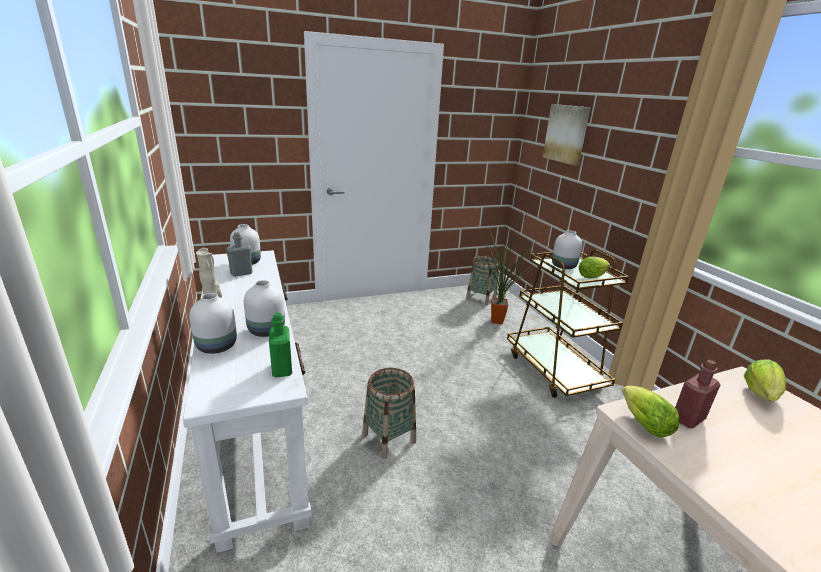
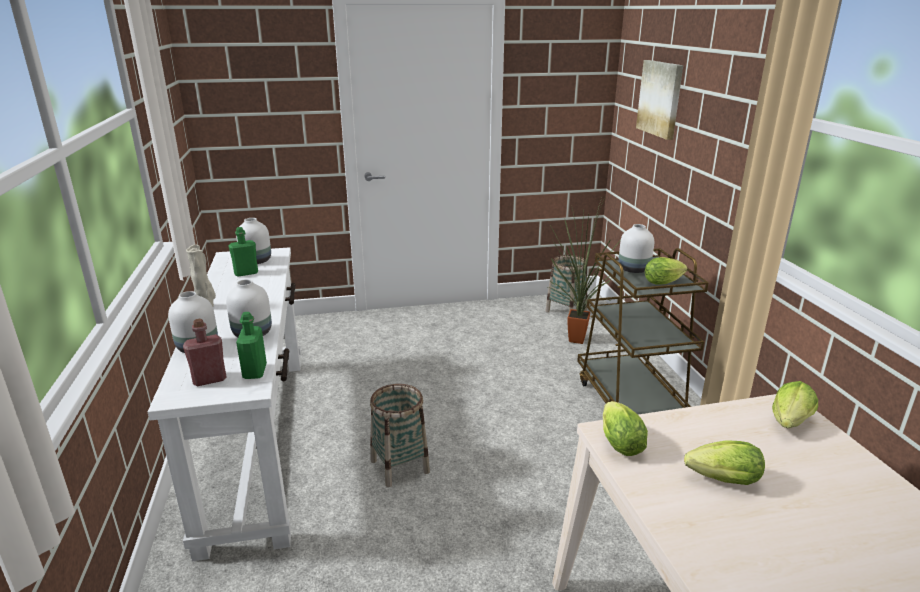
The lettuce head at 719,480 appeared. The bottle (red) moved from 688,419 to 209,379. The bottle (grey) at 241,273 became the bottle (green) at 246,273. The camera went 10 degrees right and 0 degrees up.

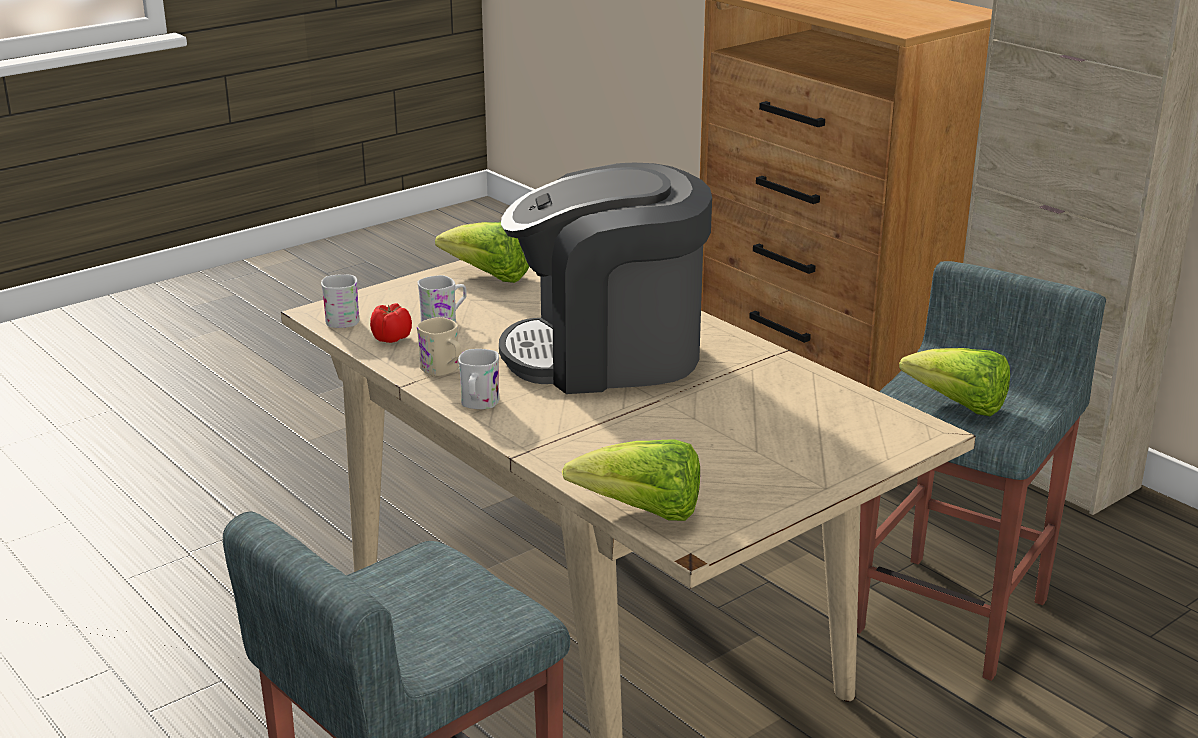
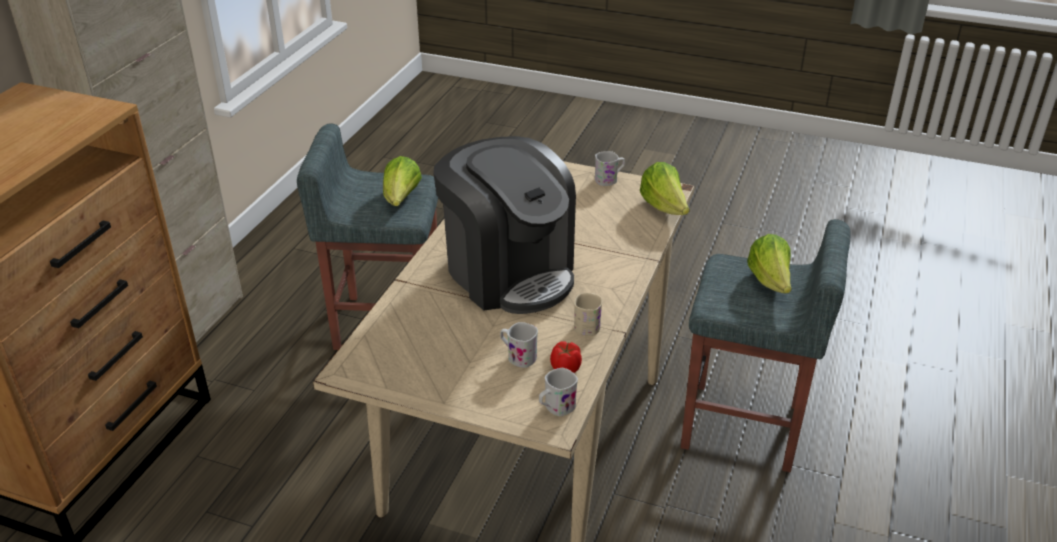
The lettuce head moved from 490,277 to 770,282. The tea mug (white-coloured) moved from 478,404 to 609,179. The camera went 120 degrees left and 10 degrees up.

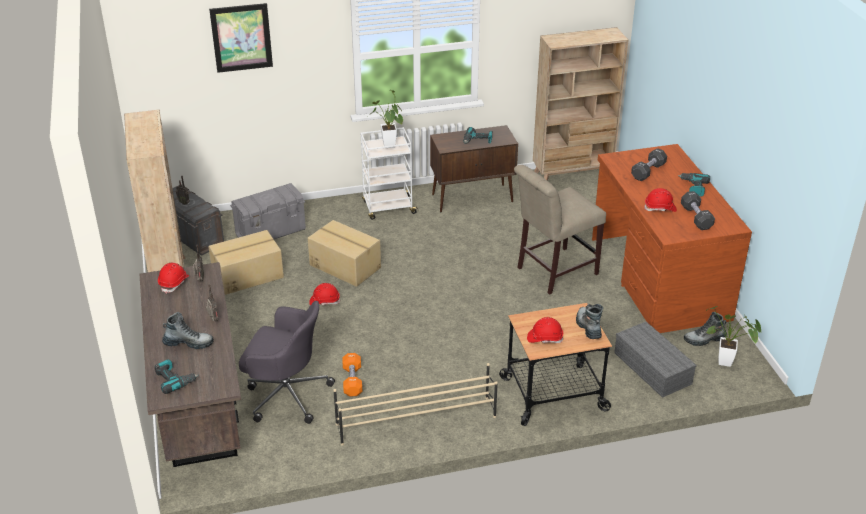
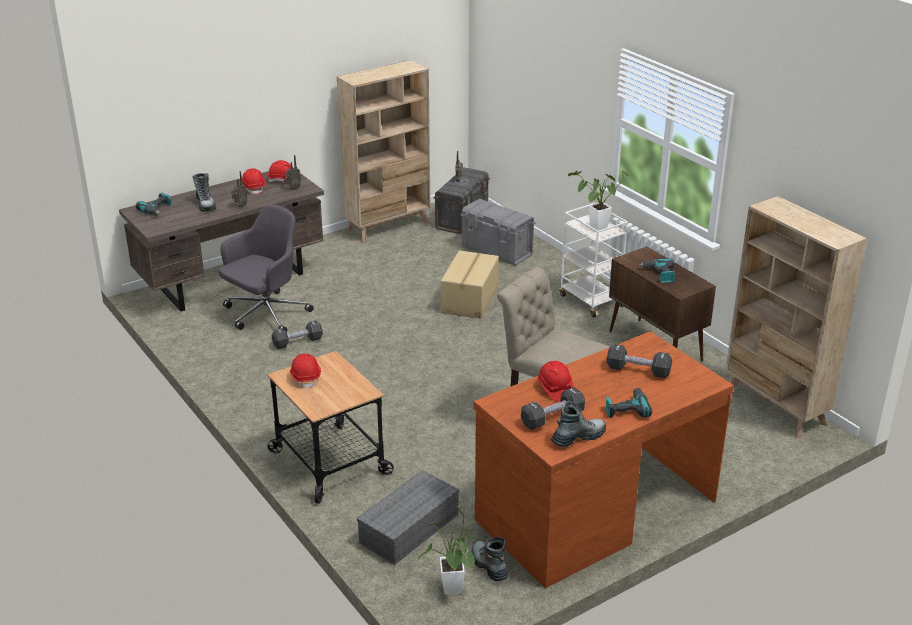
The packing box at 247,275 disappeared. The wall art at 241,37 disappeared. The shoe shelf (sand-coloured) at 415,420 disappeared. The work helmet (red) moved from 324,301 to 253,188. The tall boot moved from 588,327 to 578,437. The free weight (orange-coloured) at 352,381 became the free weight (black) at 297,342. The desk chair (grey) at 286,394 turned 135 degrees counterclockwise. The camera went 70 degrees right and 5 degrees down.

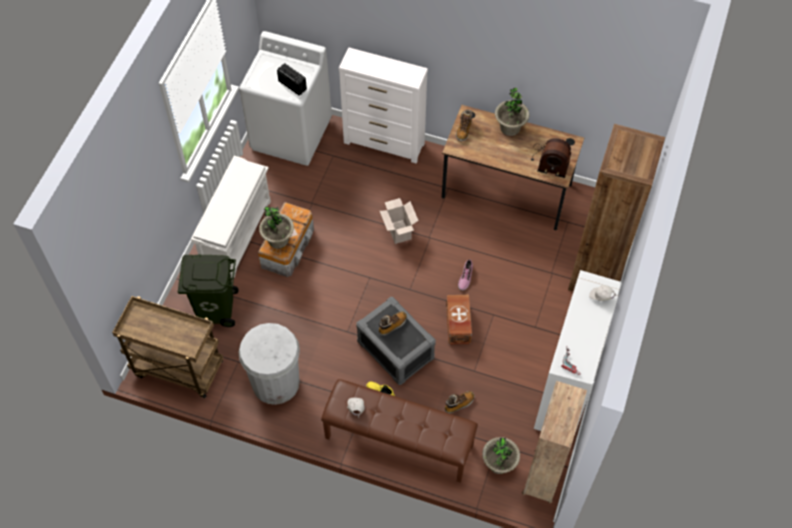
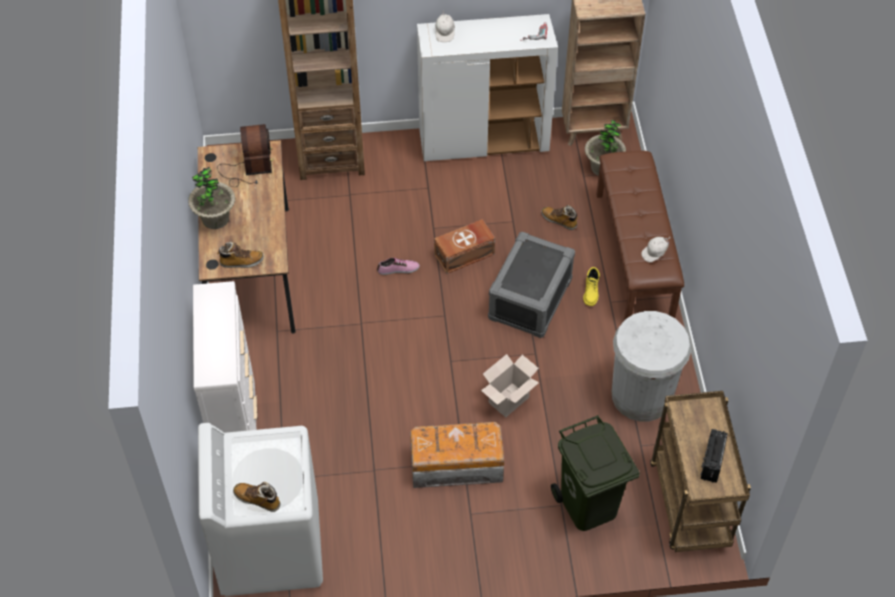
The shoe shelf (white-coloured) at 237,233 disappeared. The potted plant at 278,240 disappeared. The radio set moved from 292,85 to 711,463. The tall boot moved from 392,325 to 258,499. The packing box moved from 398,231 to 508,401. The camera went 115 degrees left and 5 degrees down.

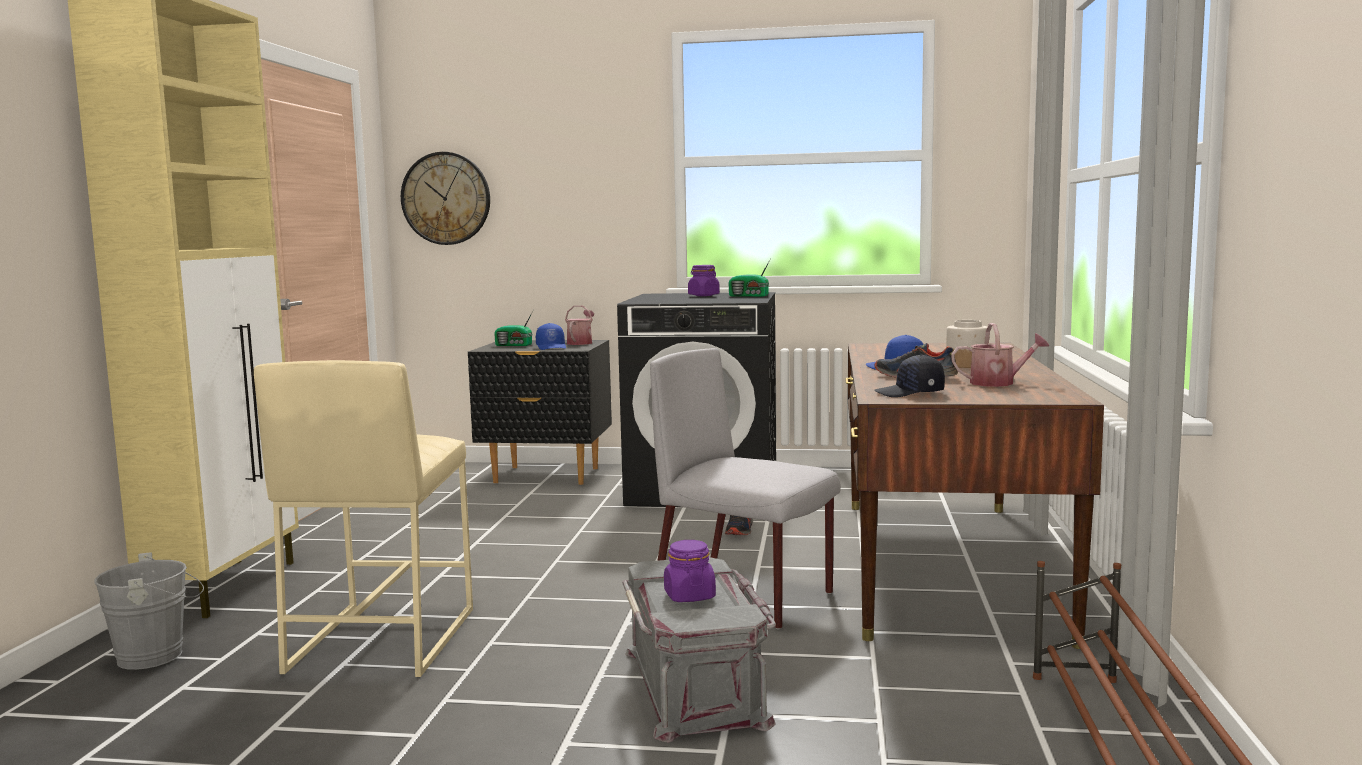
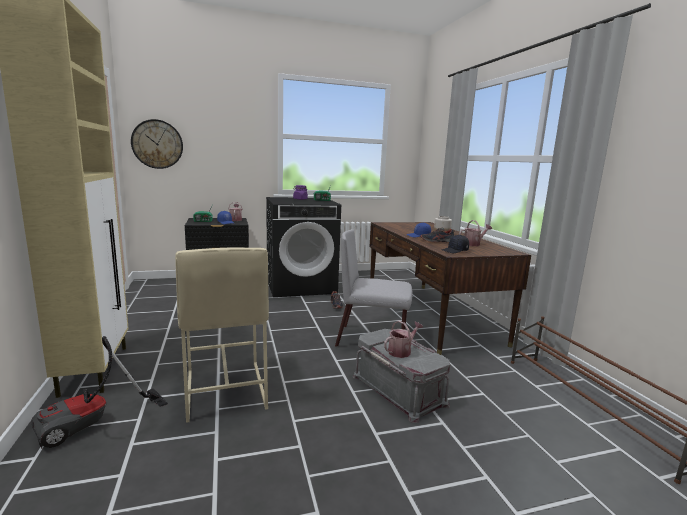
The water bucket (grey) at 158,655 was replaced by the vacuum at 93,424. The preserve jar (purplish) at 689,596 was replaced by the watering can at 401,351. The camera went 25 degrees left and 5 degrees up.

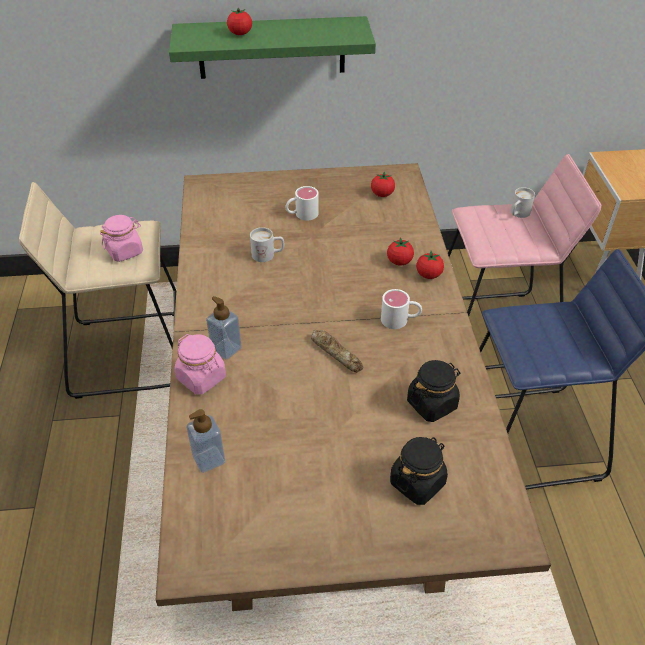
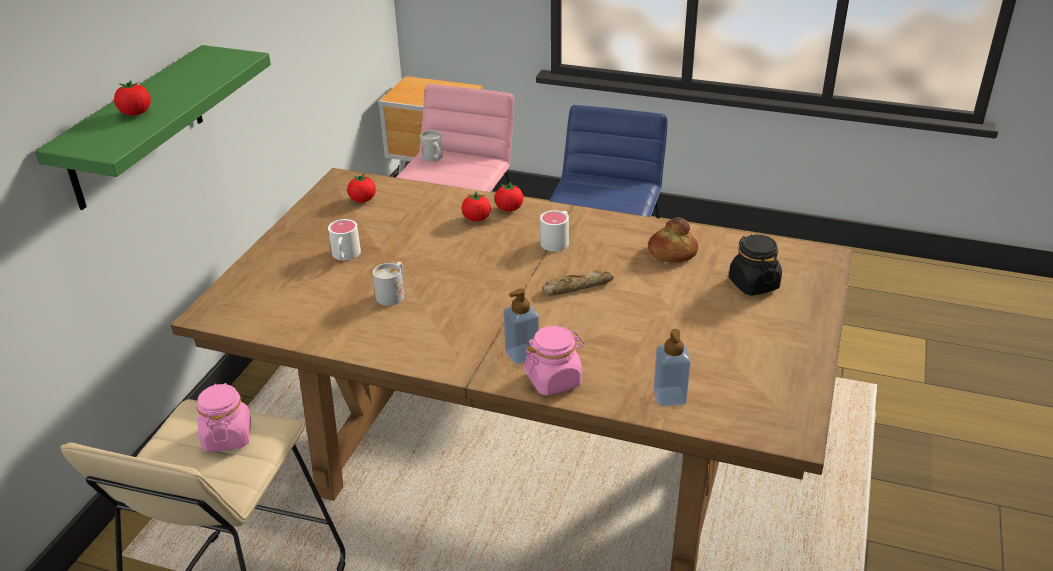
The preserve jar (black) at 432,404 was replaced by the bakery bread at 672,253. The camera went 65 degrees left and 10 degrees down.

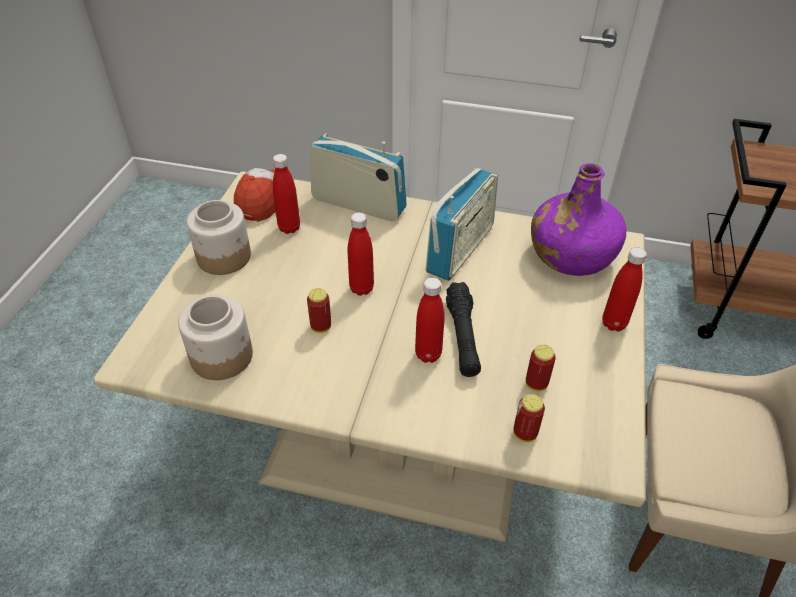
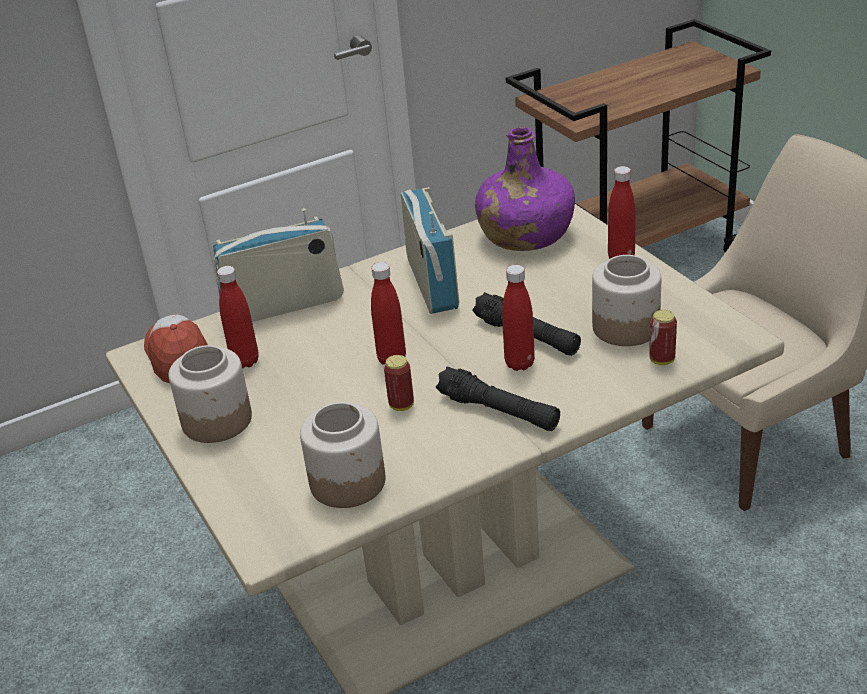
The flashlight (black) at 498,411 appeared. The metal can at 536,384 was replaced by the preserve jar at 625,328. The camera went 40 degrees left and 10 degrees down.

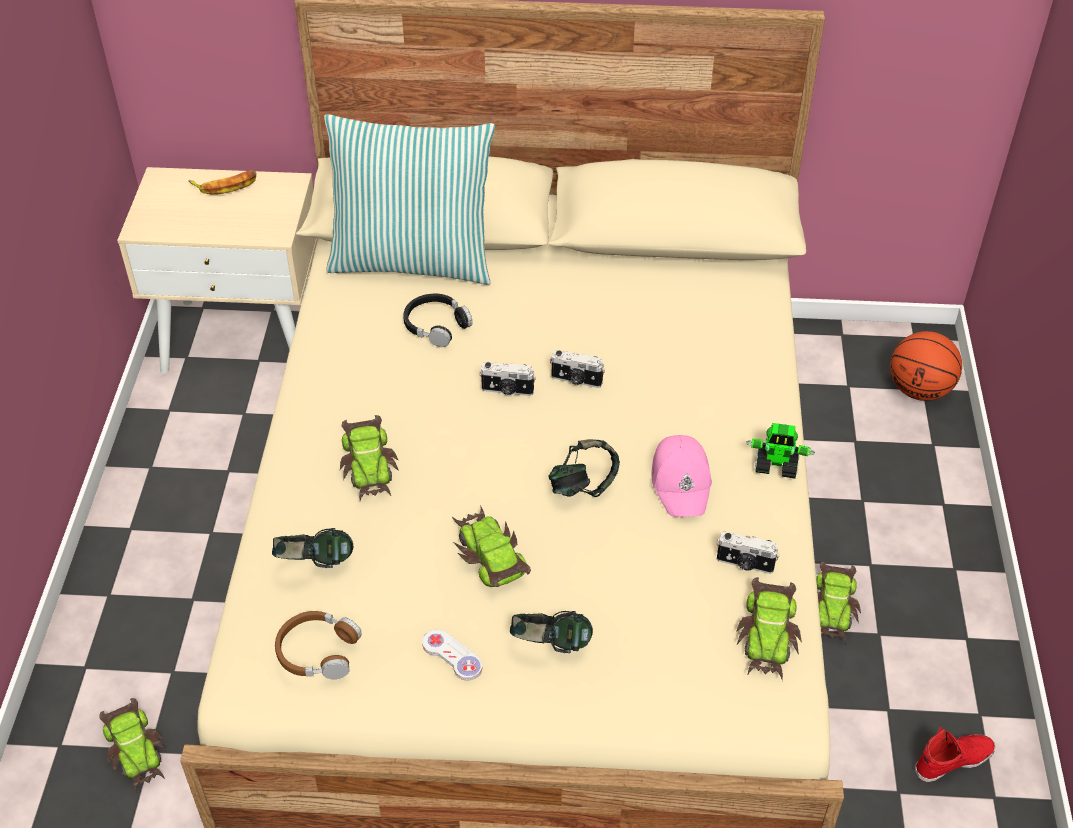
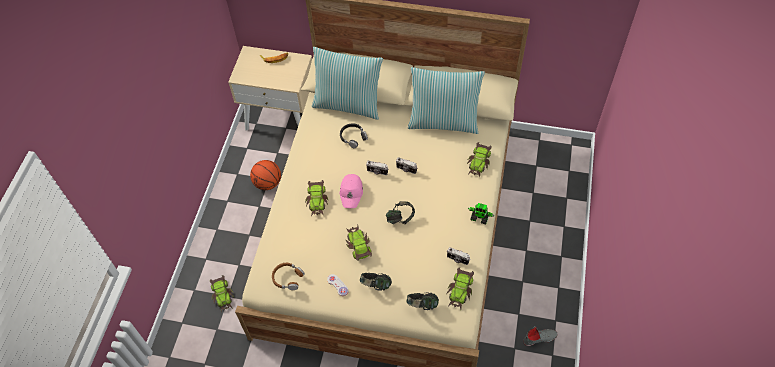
The throw pillow at 443,121 appeared. The pair of headphones moved from 315,564 to 422,305. The baseball cap (pink) moved from 681,482 to 351,192. The miniature car moved from 834,607 to 479,162. The ball for basketball moved from 919,389 to 268,183. The item of footwear (red) at 953,760 became the item of footwear (grey) at 539,338. The camera went 10 degrees right and 10 degrees up.

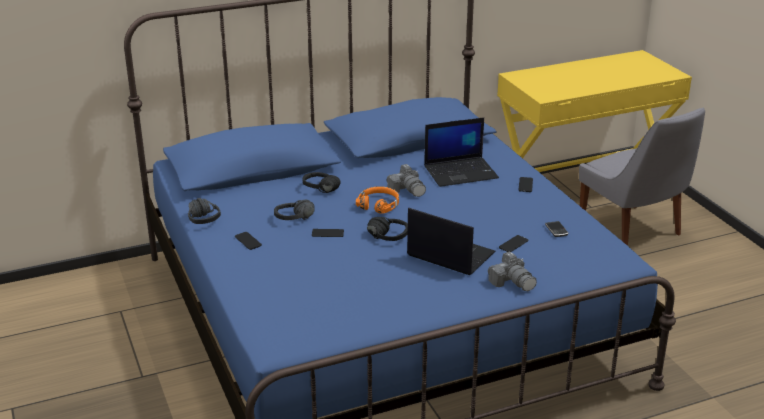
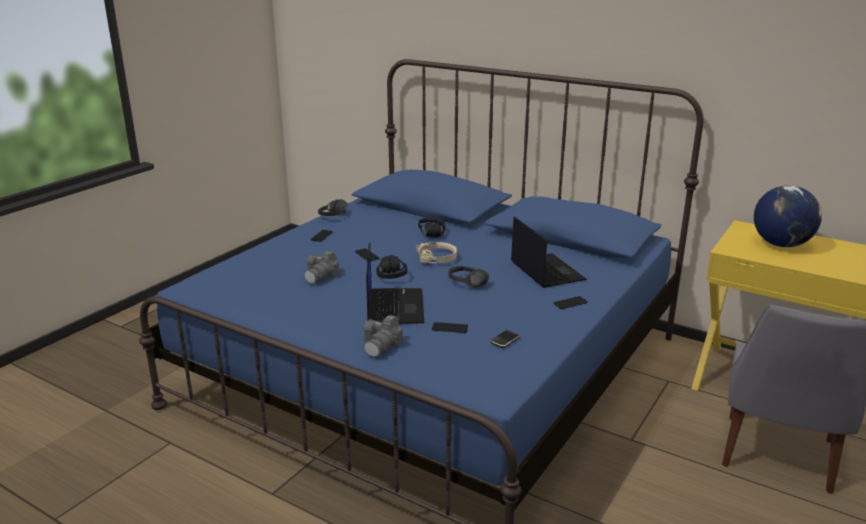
The world globe at 781,244 appeared. The pair of headphones (black) moved from 296,221 to 465,285. The photo camera moved from 408,190 to 321,276. The pair of headphones (orange-coloured) at 379,205 became the pair of headphones (sand-coloured) at 437,258. The portable computer at 461,172 turned 150 degrees counterclockwise. The camera went 55 degrees right and 5 degrees down.

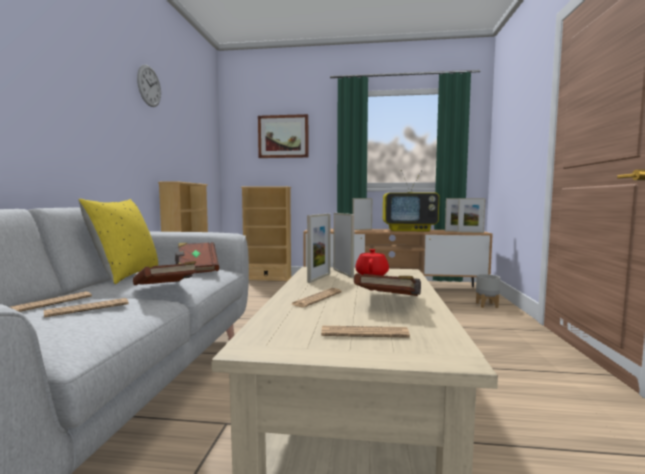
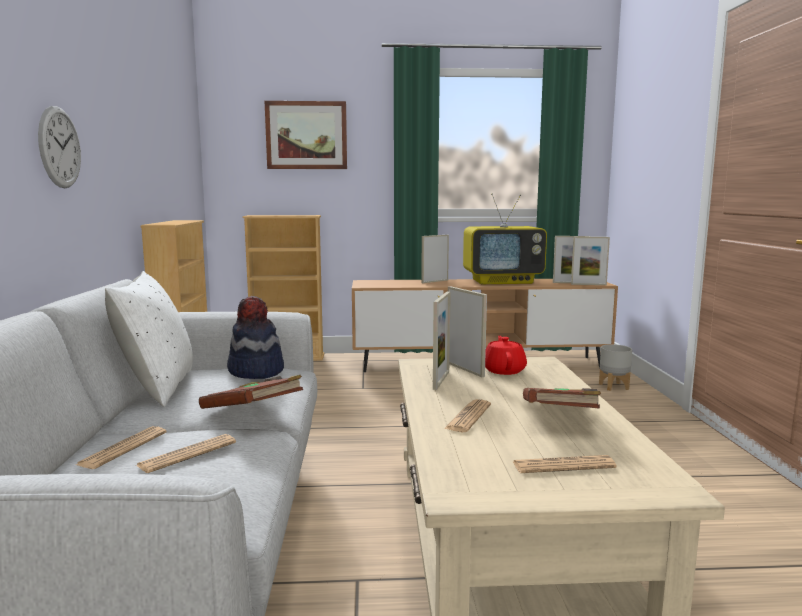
The clock on the wall moved from 149,86 to 59,147. The volume (brownish) at 196,269 was replaced by the hat at 255,371. The throw pillow (yellow-coloured) at 125,275 became the throw pillow (white-coloured) at 157,388. The camera went 10 degrees left and 5 degrees up.

